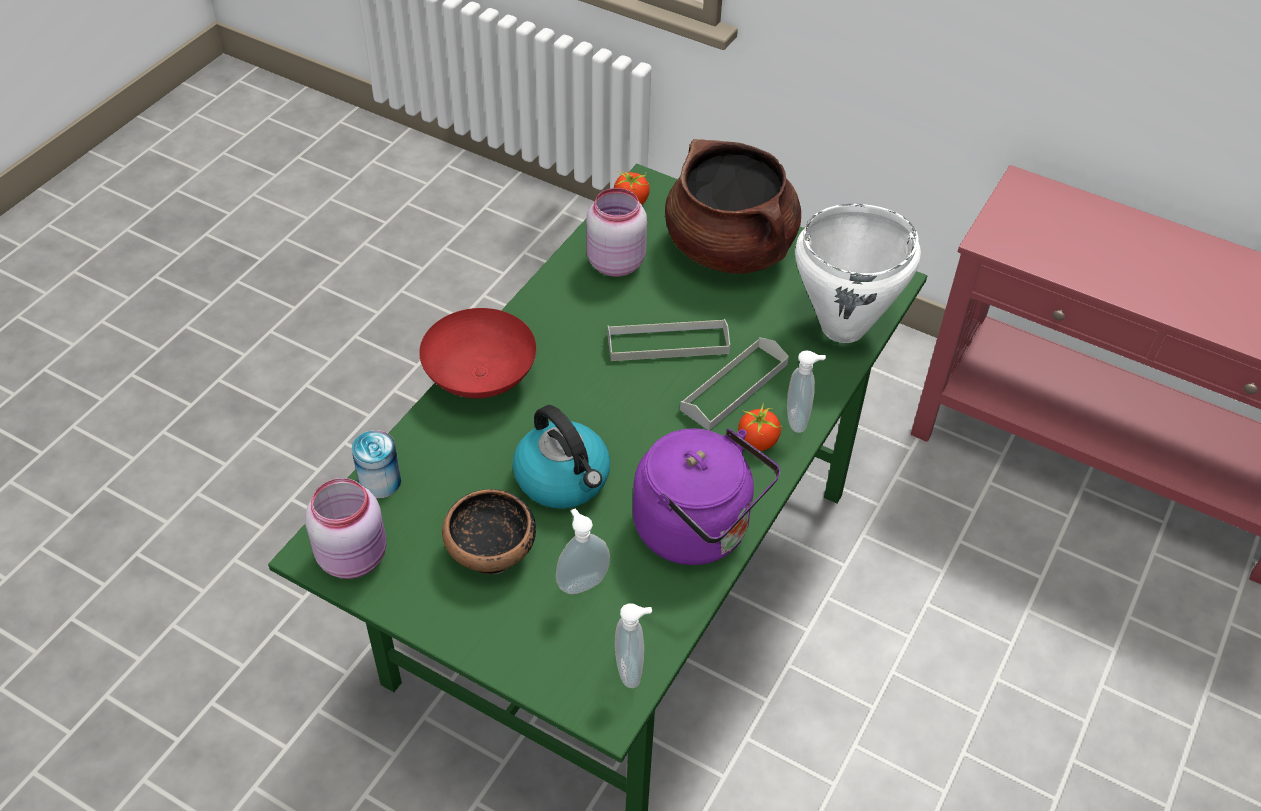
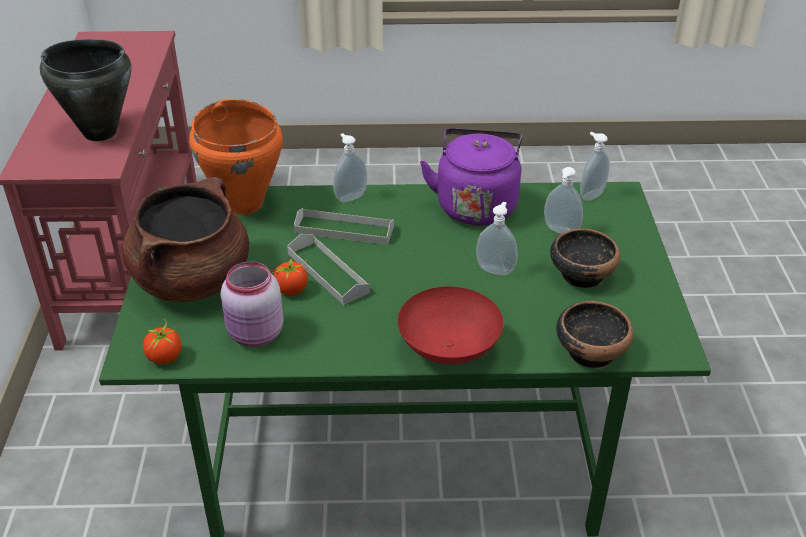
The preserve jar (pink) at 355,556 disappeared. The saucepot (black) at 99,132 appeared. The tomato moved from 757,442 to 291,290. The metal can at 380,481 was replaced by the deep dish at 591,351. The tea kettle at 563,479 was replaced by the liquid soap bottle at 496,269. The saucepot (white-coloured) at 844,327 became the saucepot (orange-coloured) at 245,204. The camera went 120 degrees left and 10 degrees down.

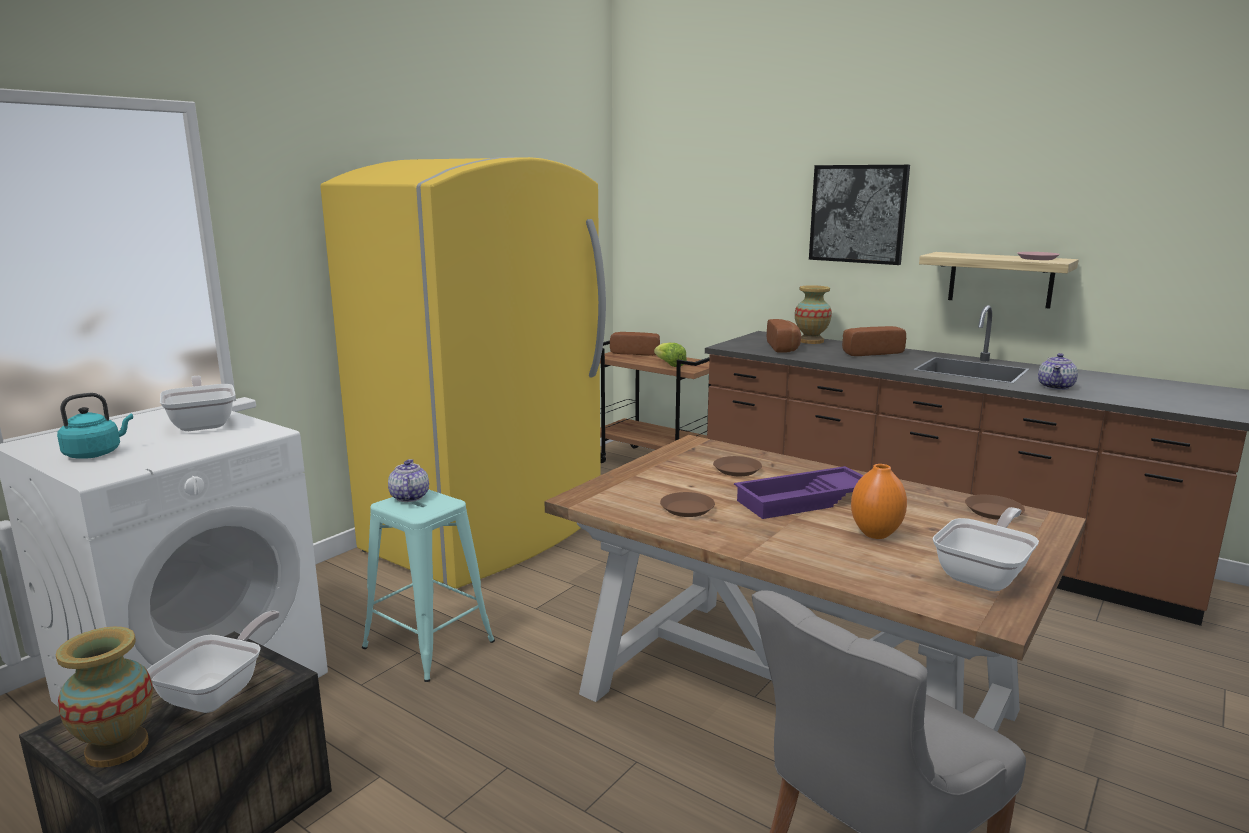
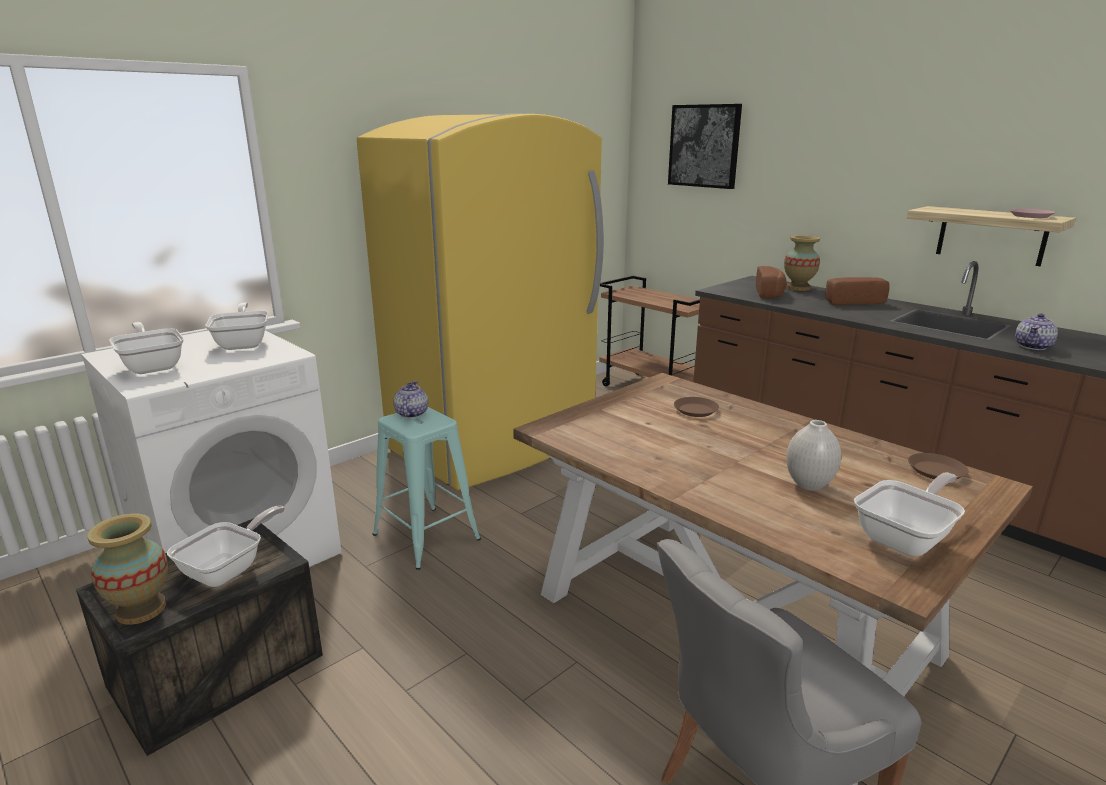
The bakery bread at 636,352 disappeared. The lettuce head at 669,365 disappeared. The plate (brownish) at 687,509 disappeared. The serving tray (purplish) at 805,501 disappeared. The wall art moved from 858,214 to 704,146. The tea kettle (blue-green) at 96,453 was replaced by the pan at 152,366. The decorative vase (orange-coloured) at 876,534 became the decorative vase (white-coloured) at 809,485. The camera went 10 degrees right and 5 degrees up.

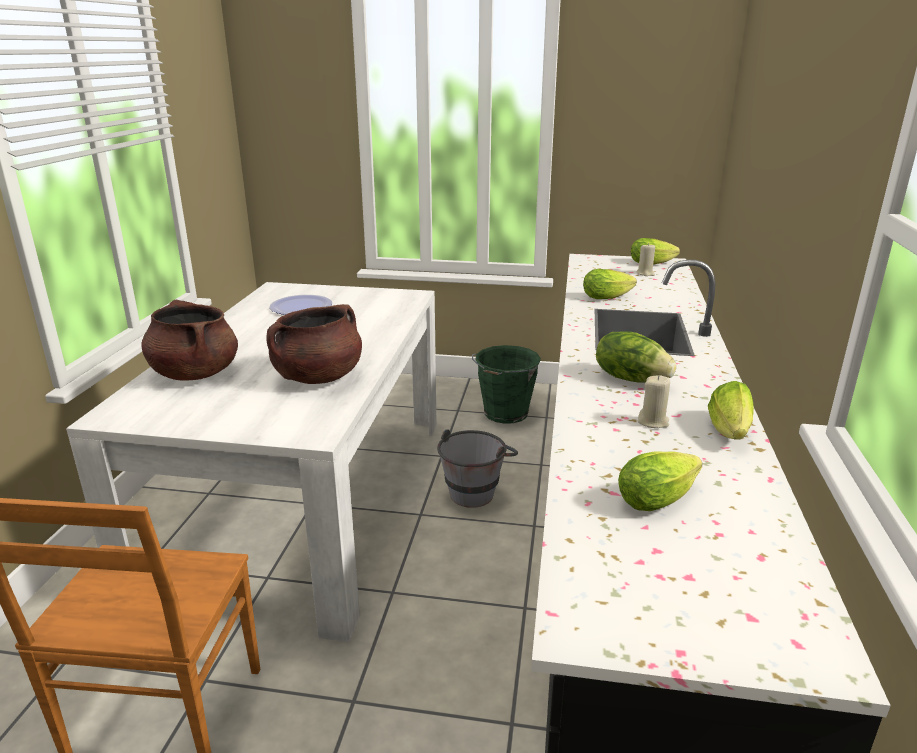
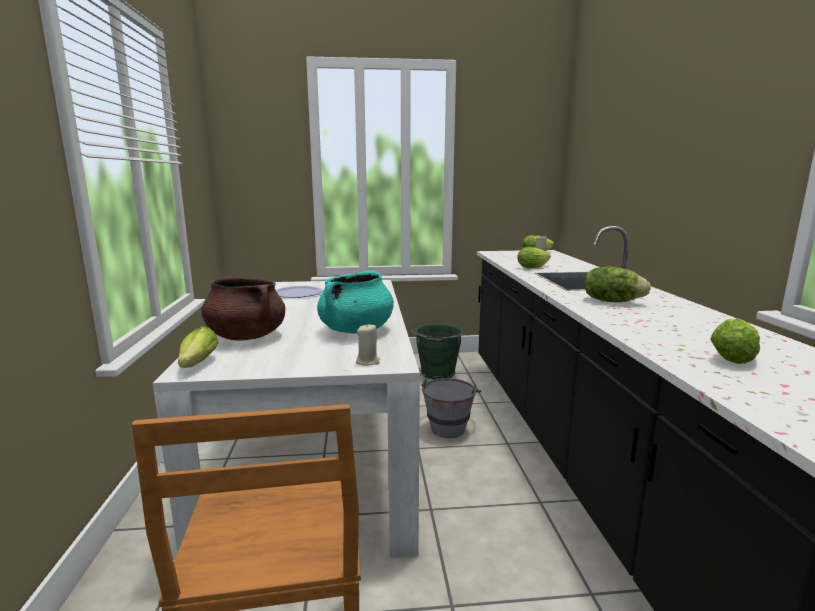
The wax candle (sand-coloured) moved from 653,422 to 368,362. The lettuce head moved from 729,432 to 196,365. The saucepot (brownish) at 318,377 became the saucepot (blue-green) at 356,330. The camera went 15 degrees left and 10 degrees down.

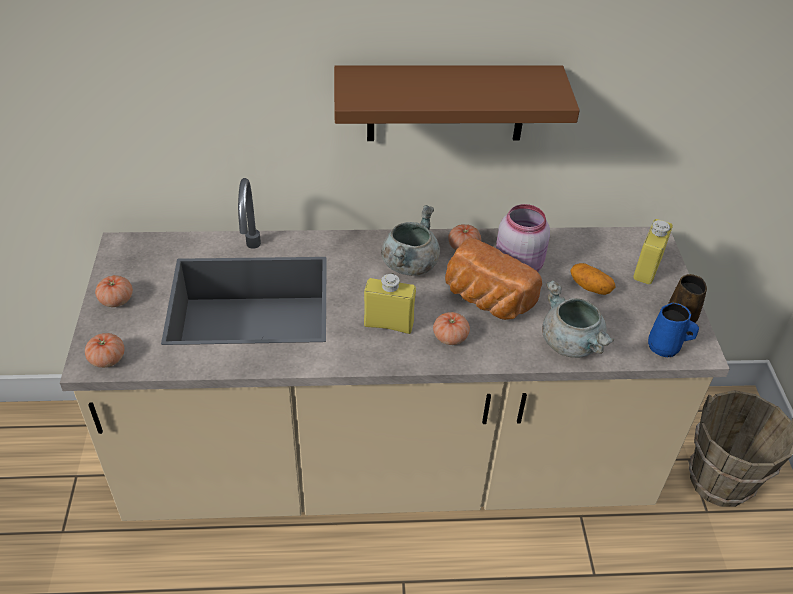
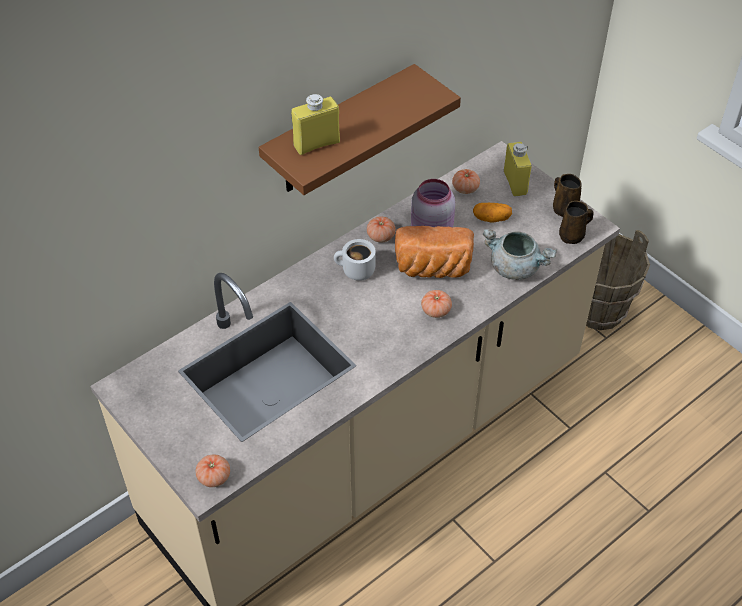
The tomato moved from 116,300 to 465,188. The bottle (yellow-coloured) moved from 388,324 to 316,144. The saucepot (grey) at 409,263 was replaced by the tea mug (white-coloured) at 355,271. The tea mug (bluish) at 665,348 became the tea mug (brownish) at 572,236. The camera went 35 degrees left and 5 degrees up.

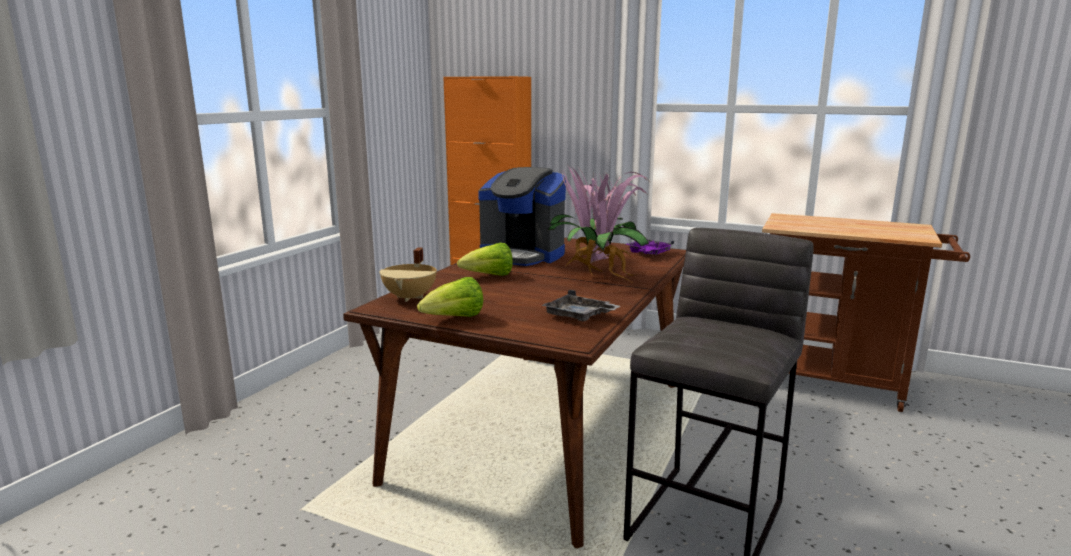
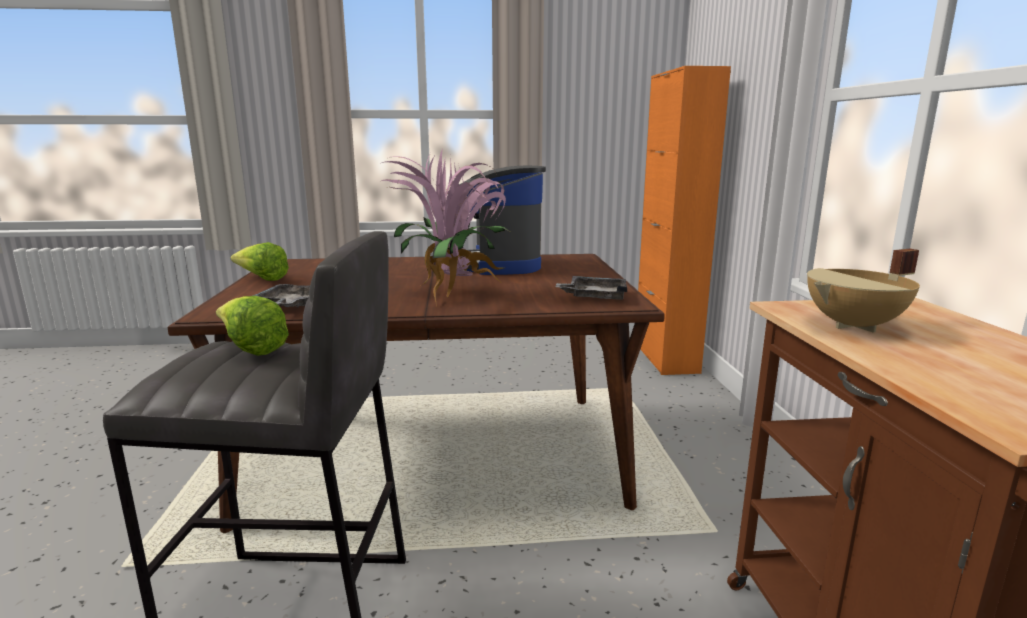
The saucepot (sand-coloured) moved from 411,297 to 855,326. The lettuce head moved from 489,276 to 251,348. The serving tray (purplish) at 648,253 became the serving tray (grey) at 594,297. The camera went 60 degrees right and 0 degrees up.

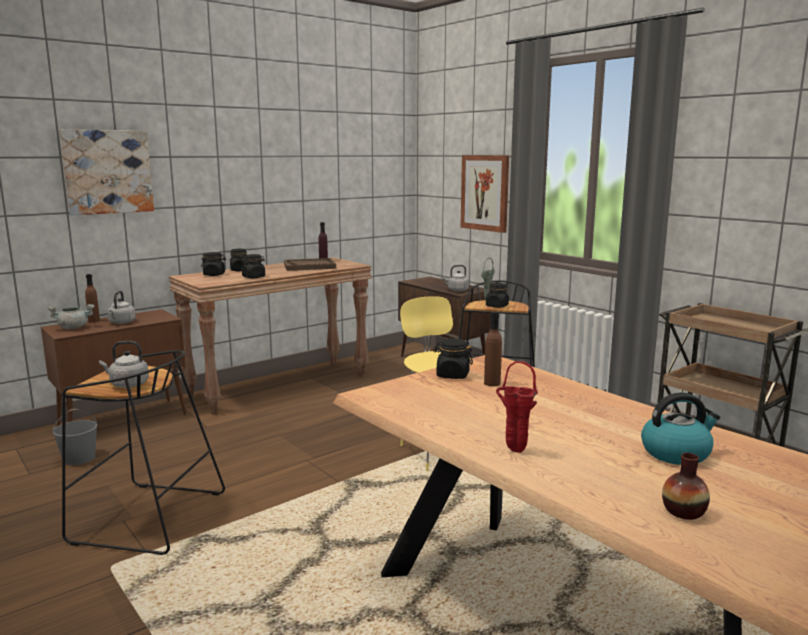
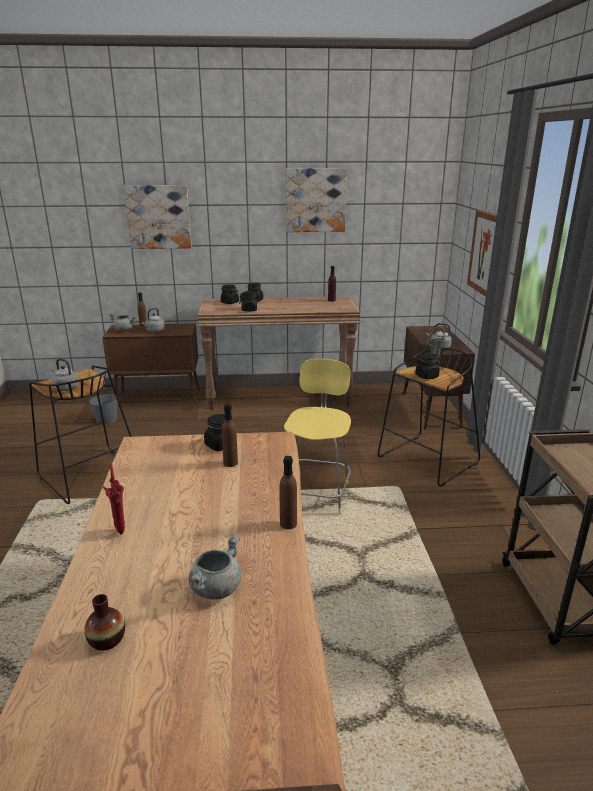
The serving tray (brownish) at 309,266 disappeared. The bottle (brownish) at 288,523 appeared. The wall art at 315,200 appeared. The tea kettle at 676,453 was replaced by the saucepot (grey) at 215,588. The camera went 35 degrees right and 10 degrees up.

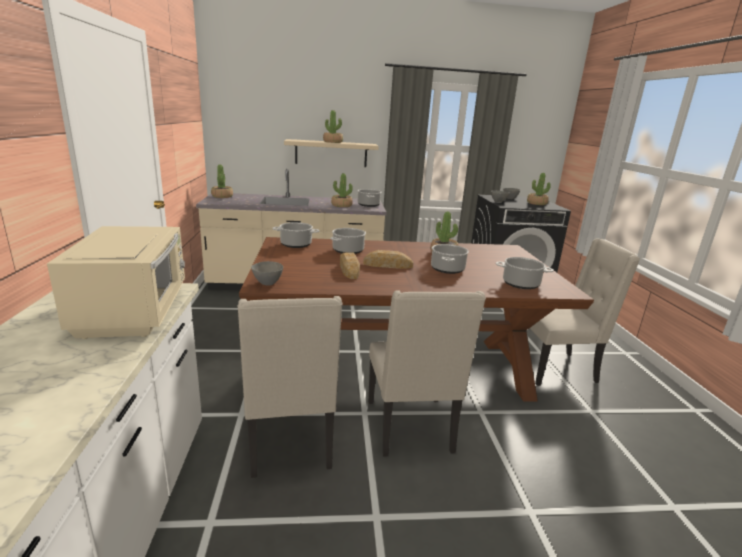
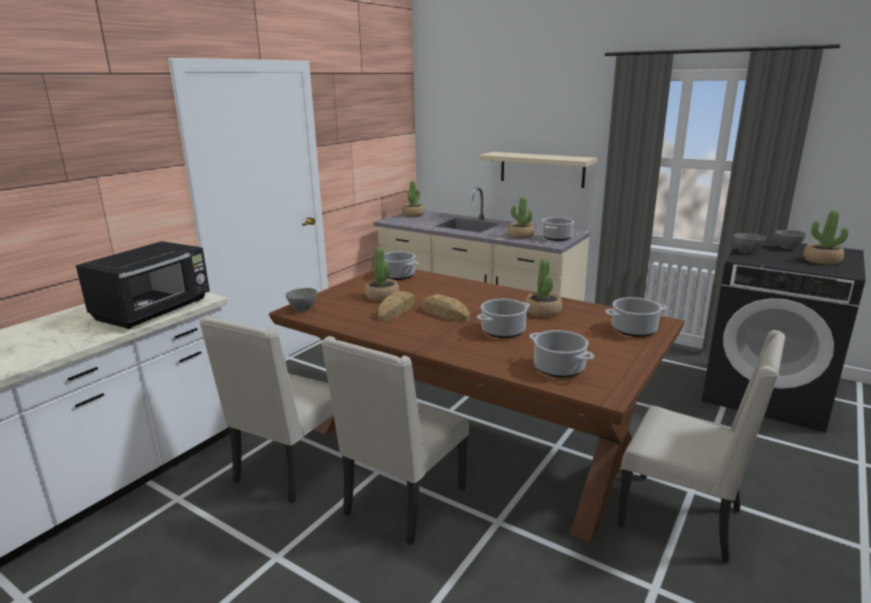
The potted plant moved from 333,142 to 382,297. The saucepot moved from 348,250 to 634,330. The microwave (sand-coloured) at 135,311 became the microwave (black) at 155,310. The camera went 40 degrees right and 0 degrees up.

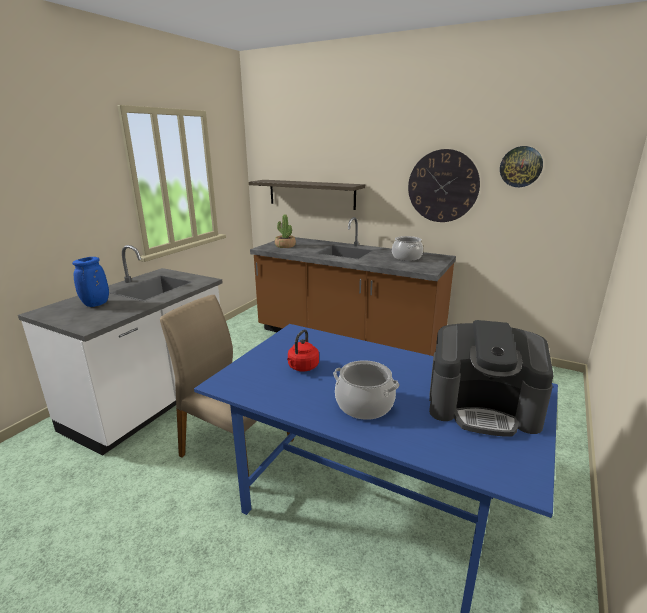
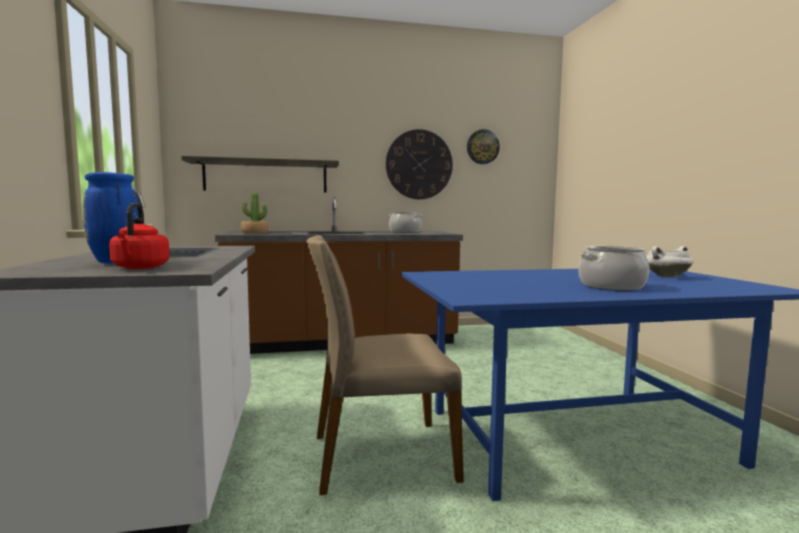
The tea kettle (red) moved from 302,367 to 140,268. The coffee maker at 483,407 was replaced by the saucepot (white-coloured) at 666,276. The camera went 40 degrees left and 15 degrees down.

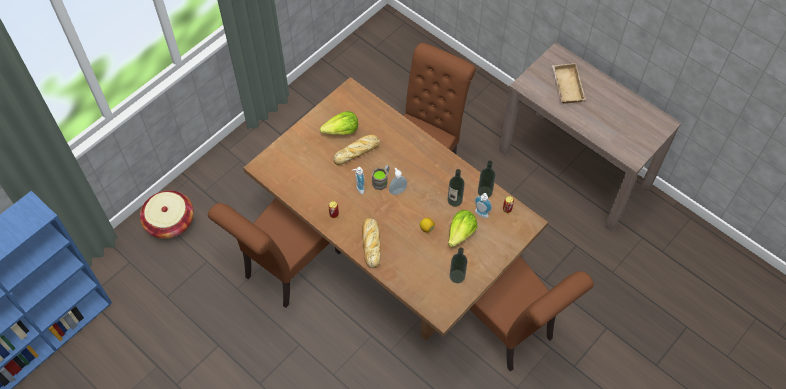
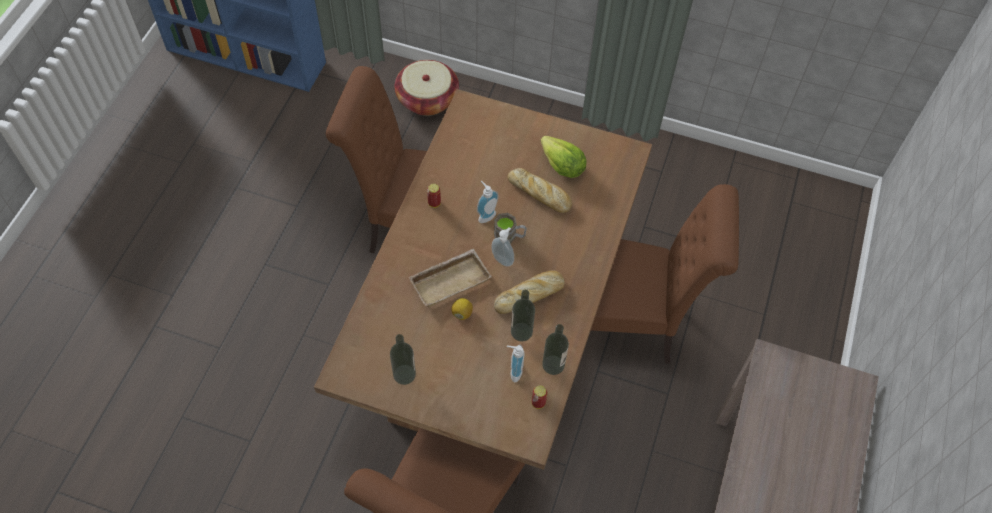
The lettuce head at 461,233 disappeared. The bakery bread moved from 371,243 to 530,294. The serving tray (sand-coloured) moved from 566,85 to 450,279. The camera went 65 degrees right and 0 degrees up.

